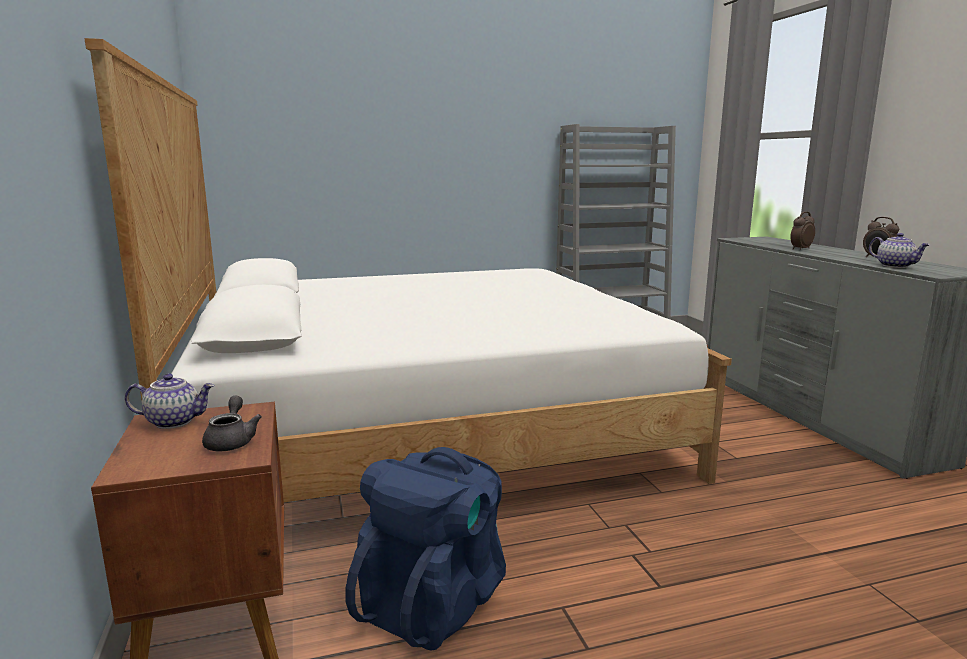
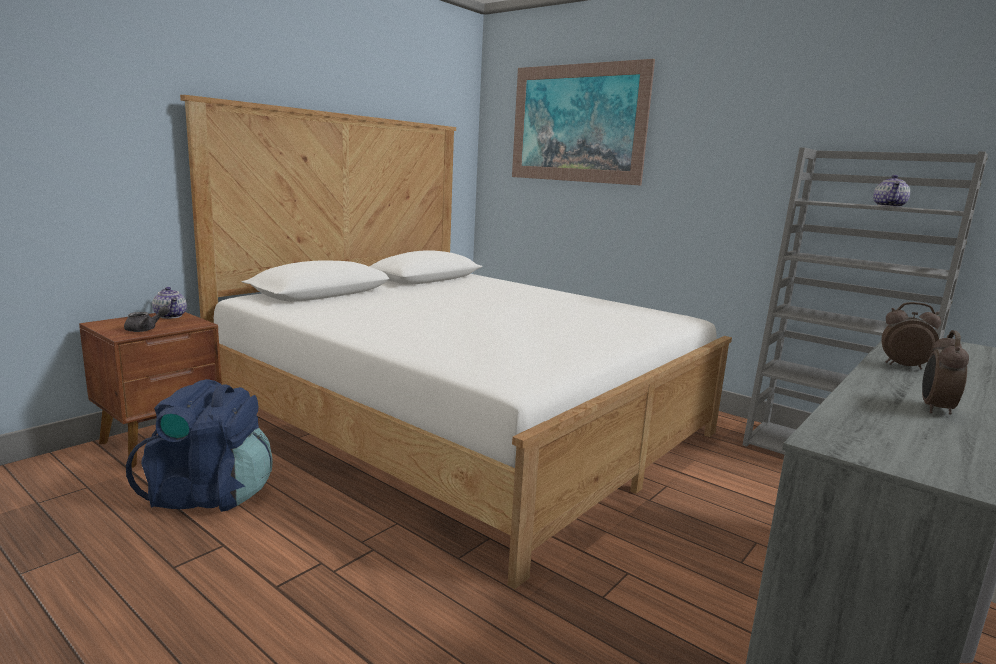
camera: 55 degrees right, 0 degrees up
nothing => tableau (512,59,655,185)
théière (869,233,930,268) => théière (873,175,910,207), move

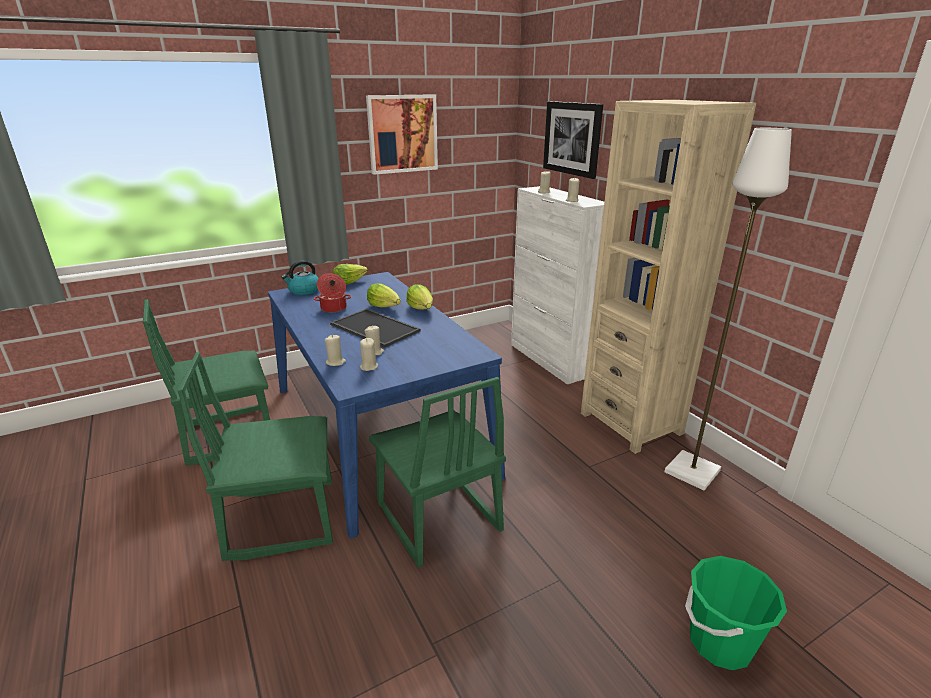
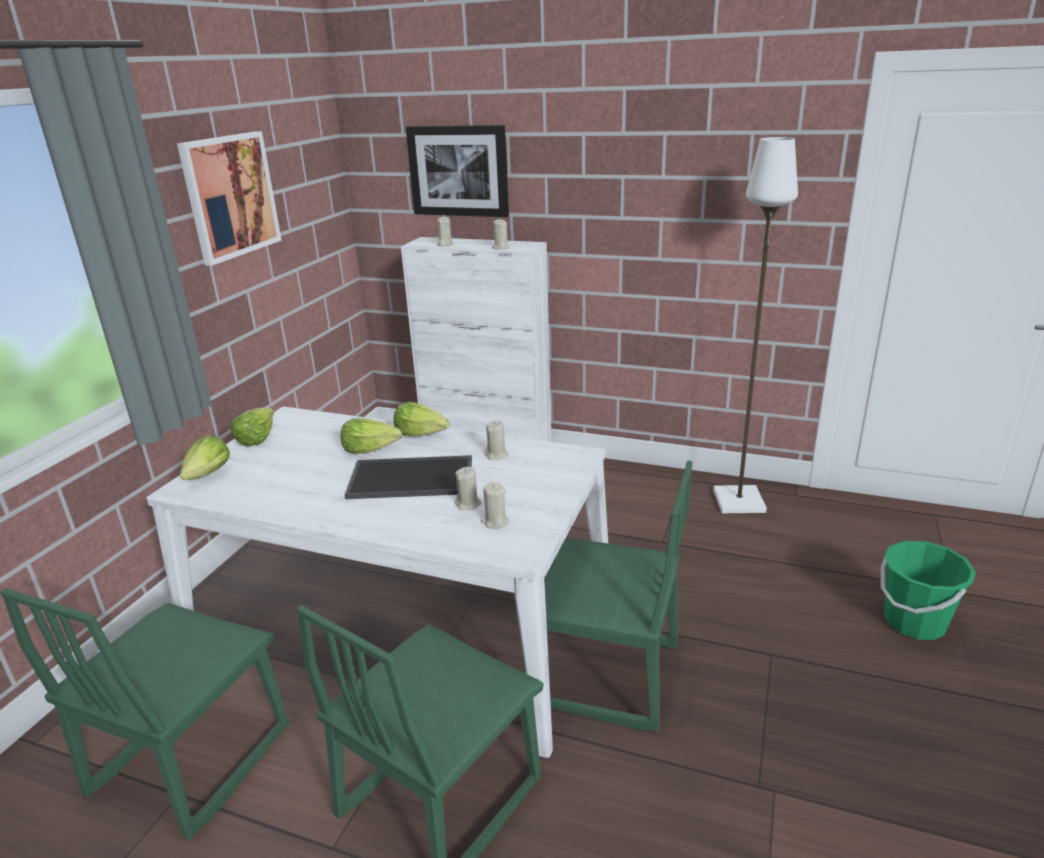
camera: 40 degrees left, 0 degrees up
table à manger/bleu (268,272,505,538) => table à manger/blanc (146,407,608,758)
bouilloire (282,261,318,295) => laitue (180,435,230,480)
bougie/beige (325,335,346,366) => bougie/beige (485,421,509,460), move
marmite (314,273,351,313) => nothing
bibliothèque/beige (581,100,756,454) => nothing

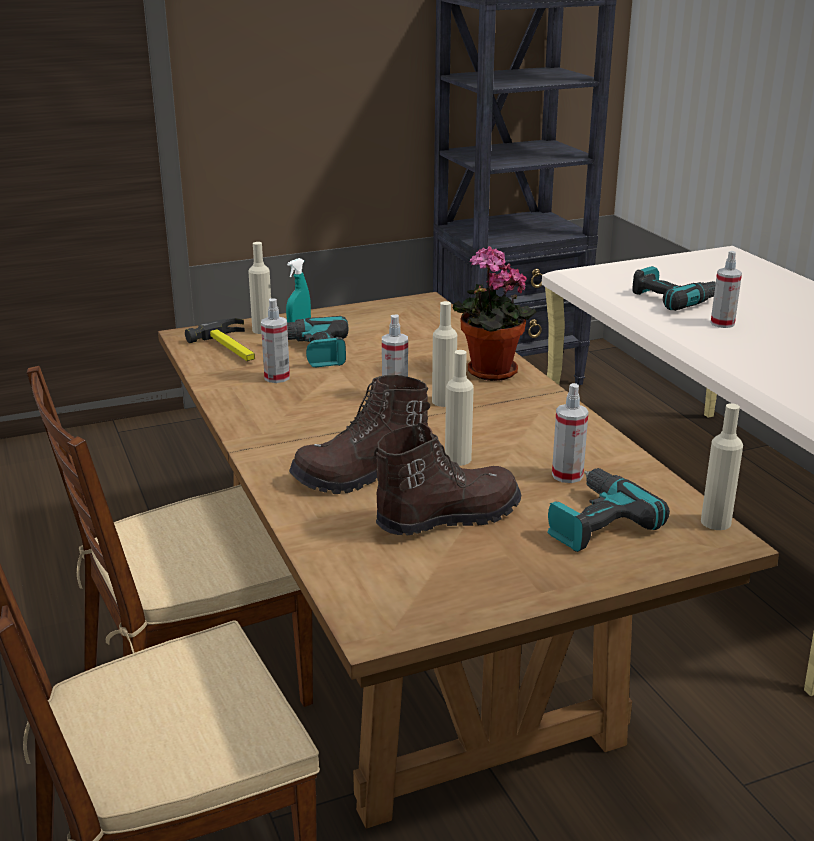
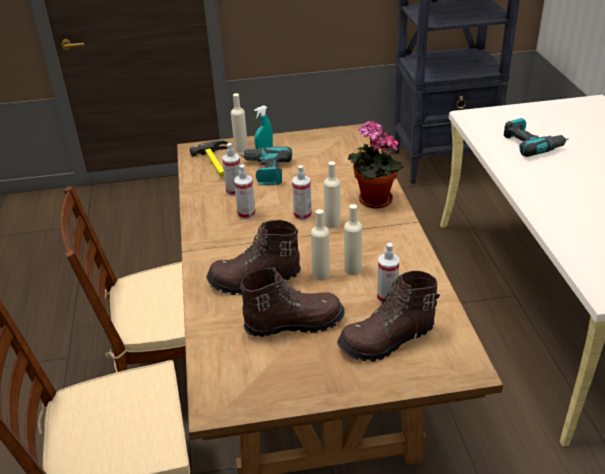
camera: 15 degrees right, 10 degrees up
vaporisateur (710,251,742,328) => vaporisateur (234,164,256,220), move
perceuse (547,468,670,552) => botte/marron (337,271,440,362)
bouteille/beige (701,403,743,530) => bouteille/beige (344,204,362,275), move

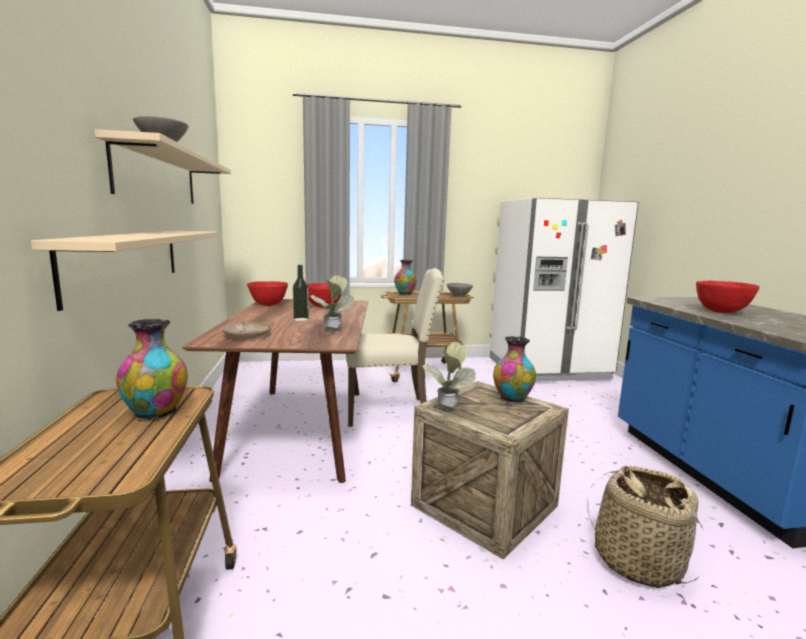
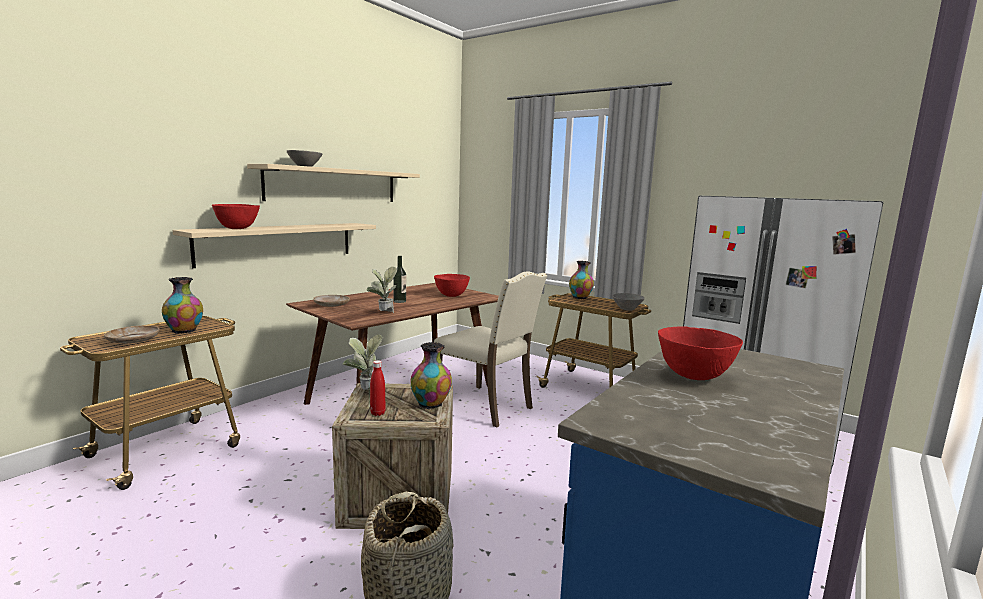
camera: 45 degrees right, 0 degrees up
nothing => assiette/beige (104,325,160,343)
bol/rouge (247,281,288,306) => bol/rouge (212,204,260,229), move
nothing => bouteille/rouge (370,360,386,416)

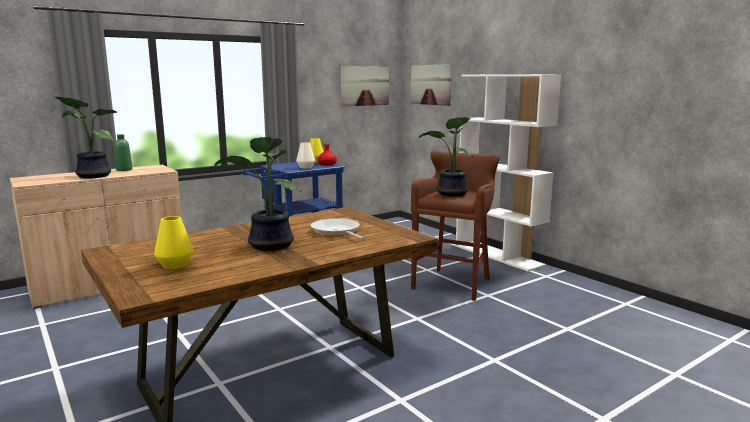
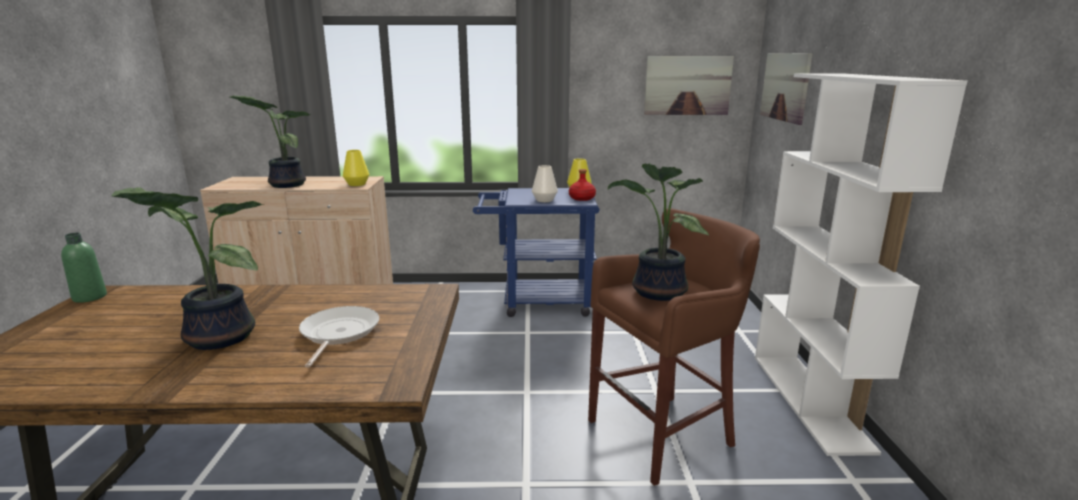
camera: 35 degrees right, 5 degrees up
bouteille/vert (114,134,132,171) => bouteille/vert (61,233,107,303), move
vase/jaune (154,216,193,269) => vase/jaune (343,150,369,186), move

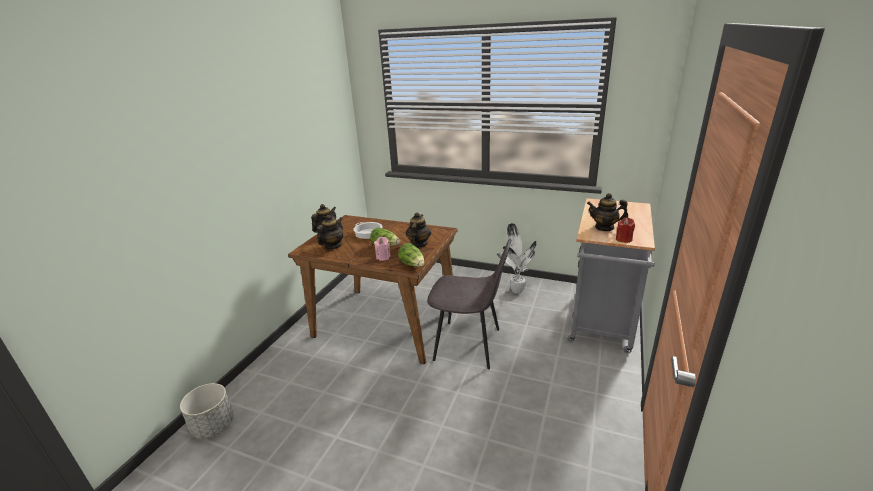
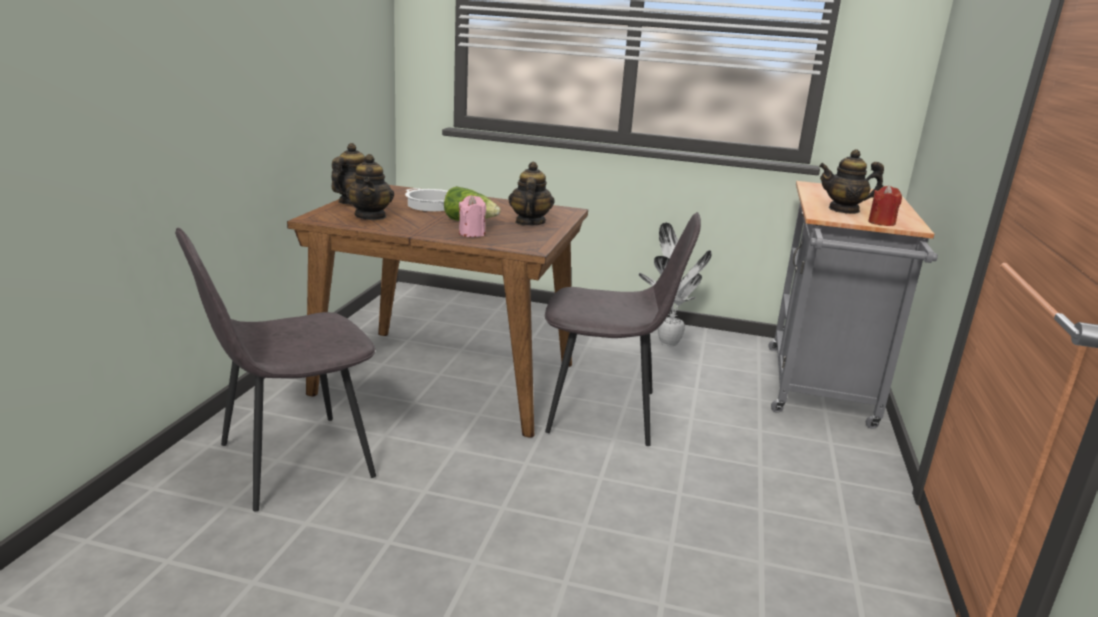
camera: 10 degrees left, 5 degrees down
nothing => chaise/gris (175,228,376,511)
théière (317,215,343,249) => théière (346,154,394,220), 150 degrees clockwise
cache-pot/gris (180,383,234,439) => nothing
laitue (398,243,424,267) => nothing

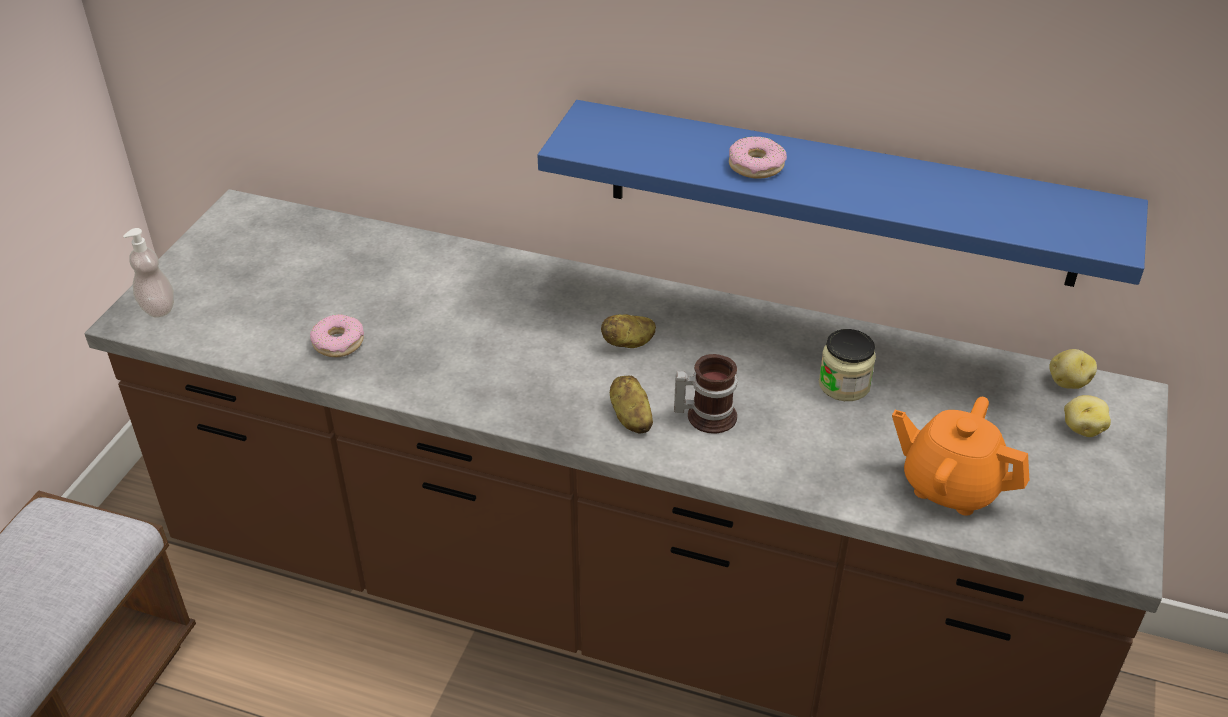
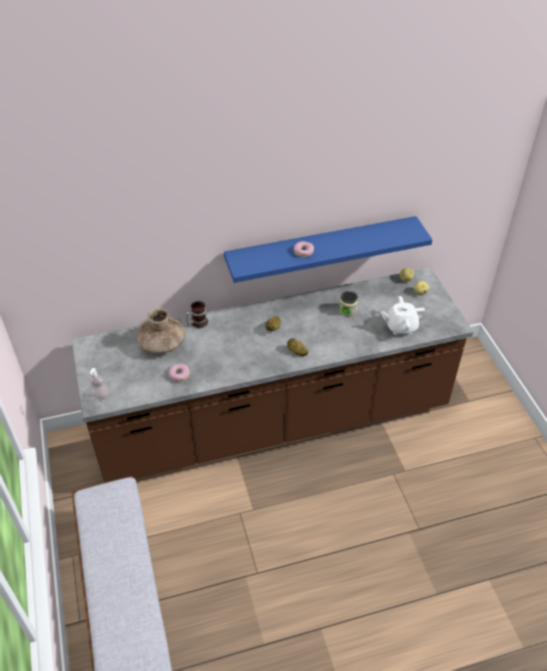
camera: 35 degrees left, 5 degrees up
nothing => vase/marron (137,308,185,354)
mug (674,354,738,434) => mug (186,301,208,328), move
théière/orange (892,397,1029,516) => théière/blanc (381,296,426,335)

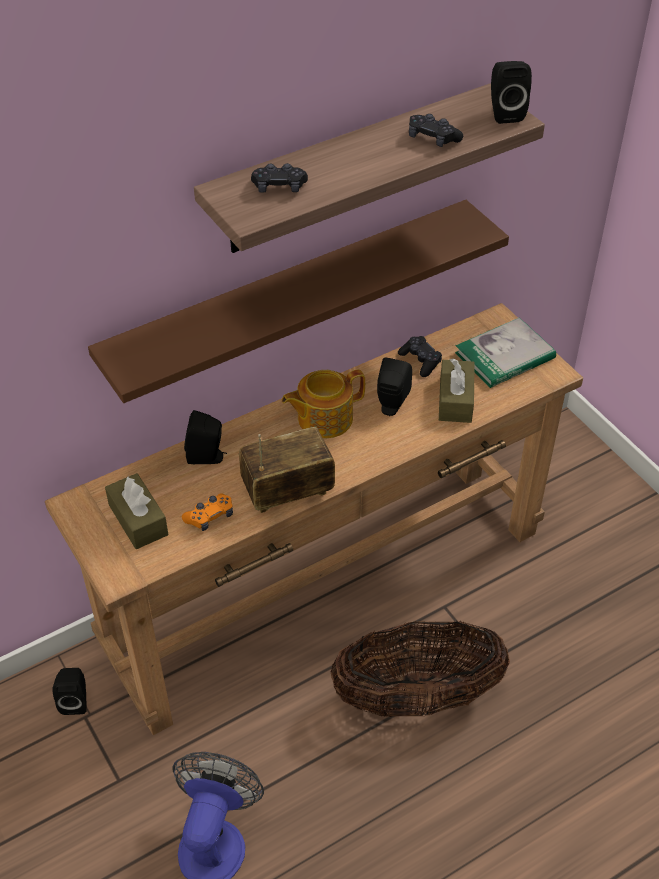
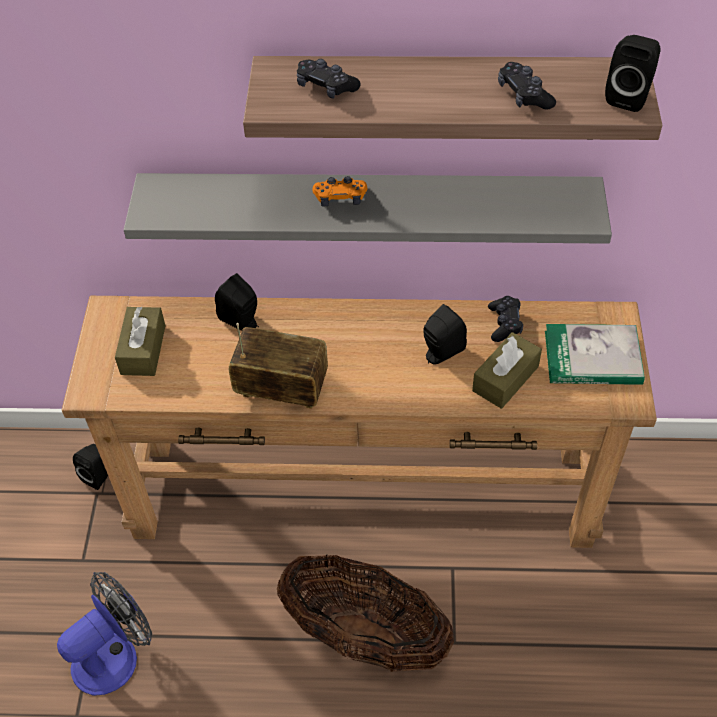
camera: 35 degrees right, 5 degrees up
étagère/marron (88,200,509,403) => étagère/gris (124,173,612,244)
manette/orange (182,493,233,531) => manette/orange (313,176,367,206), move
théière (282,369,365,438) => nothing

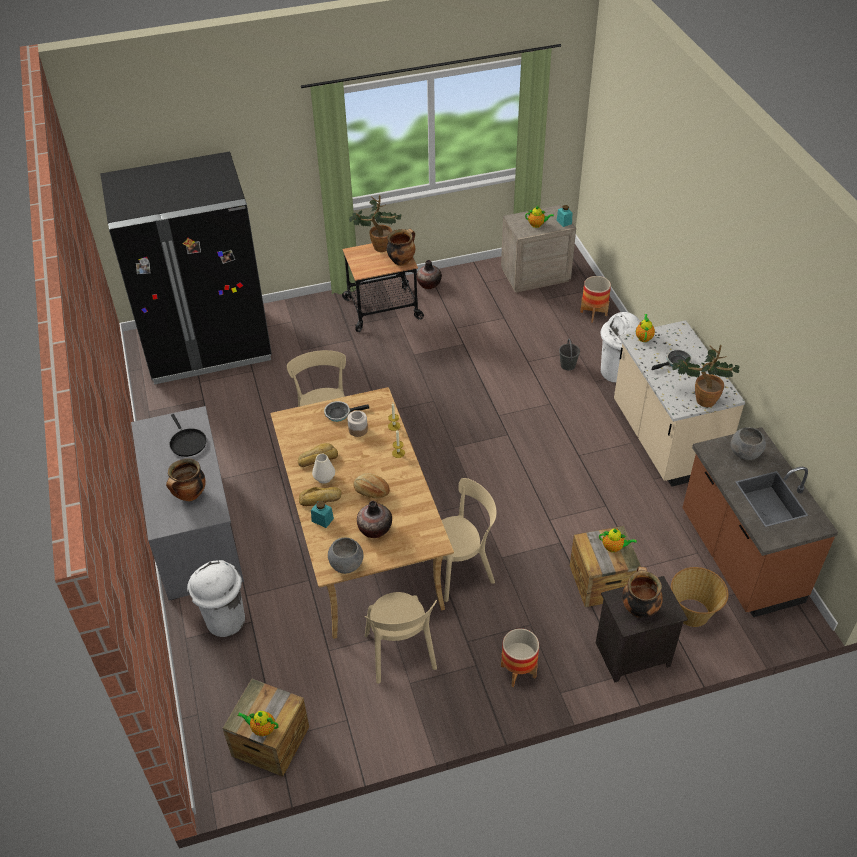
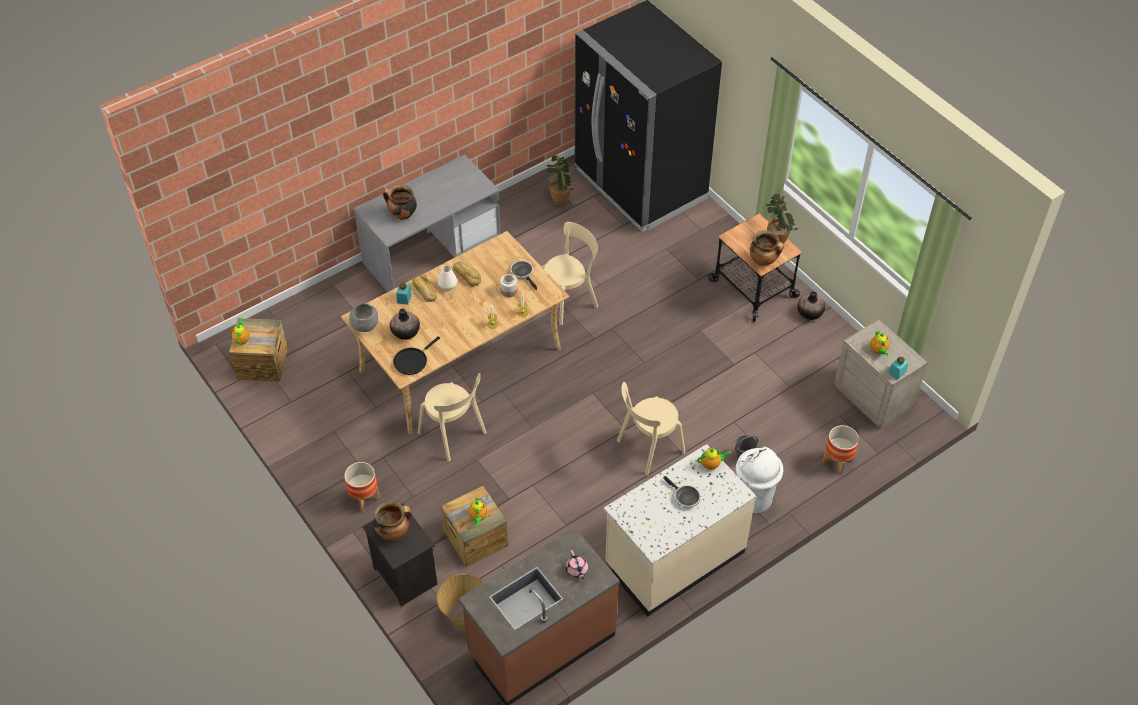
camera: 70 degrees right, 5 degrees up
poêle/noir (169,414,207,457) => poêle/noir (393,336,440,375), move
plante en pot (672,345,740,407) => plante en pot (547,153,573,205), move
bol/gris (731,427,766,460) => théière/rose (566,550,589,579)
chaise/beige (365,592,437,684) => chaise/beige (617,382,685,476), move
poubelle/blanc (187,560,245,637) => nothing
pain (353,473,390,499) => nothing

